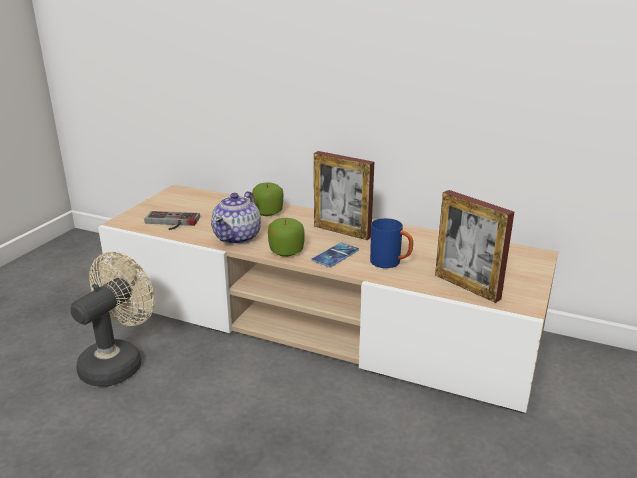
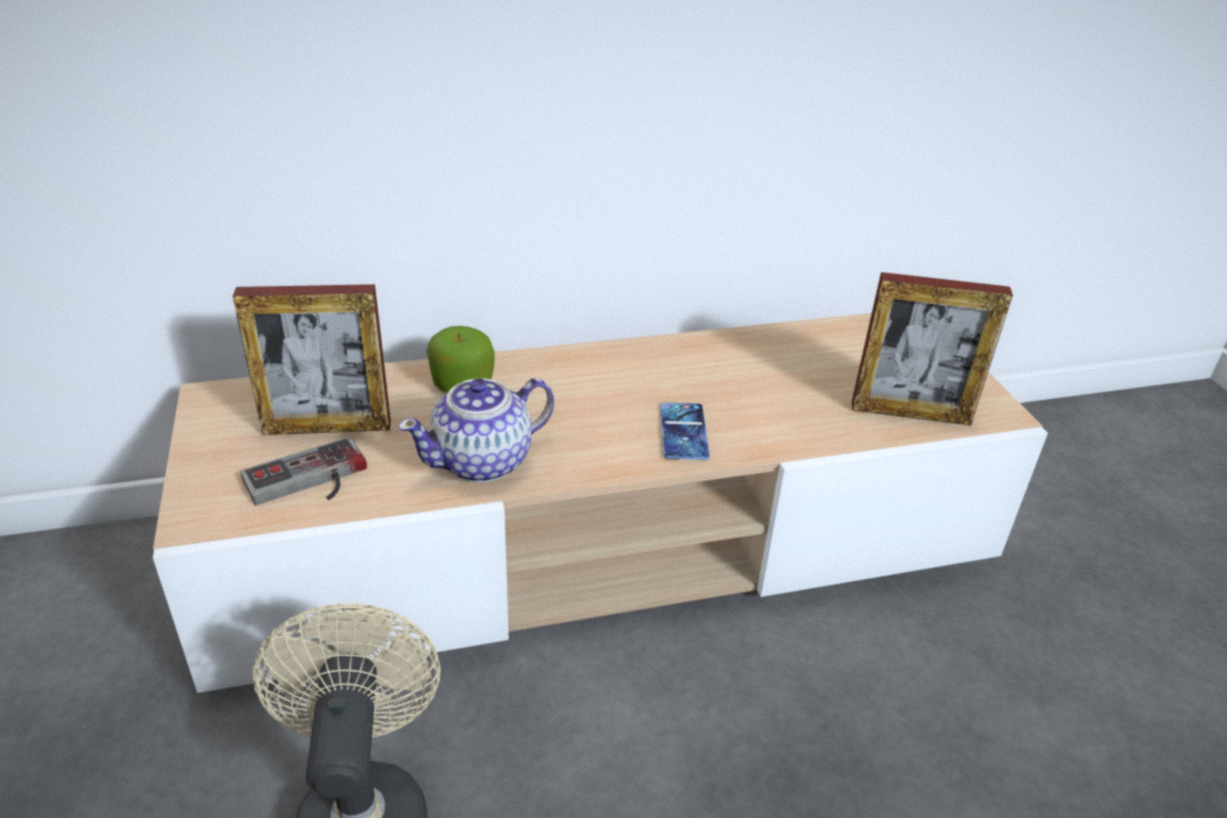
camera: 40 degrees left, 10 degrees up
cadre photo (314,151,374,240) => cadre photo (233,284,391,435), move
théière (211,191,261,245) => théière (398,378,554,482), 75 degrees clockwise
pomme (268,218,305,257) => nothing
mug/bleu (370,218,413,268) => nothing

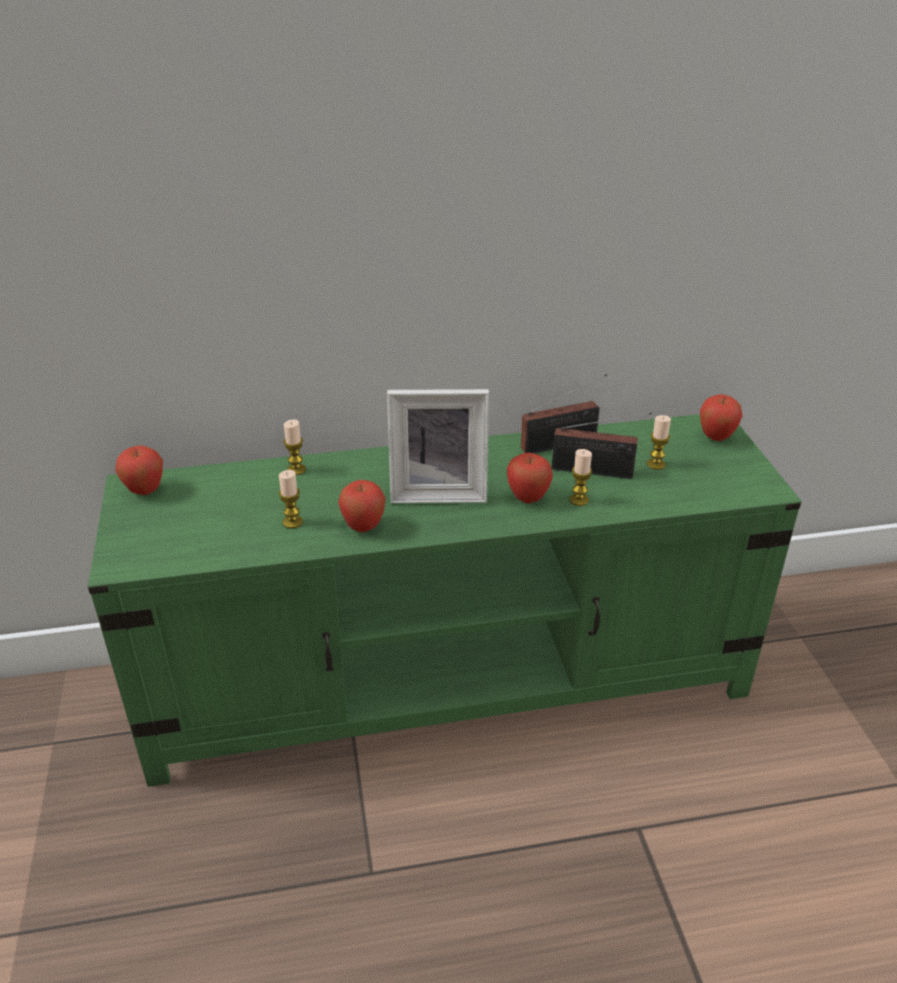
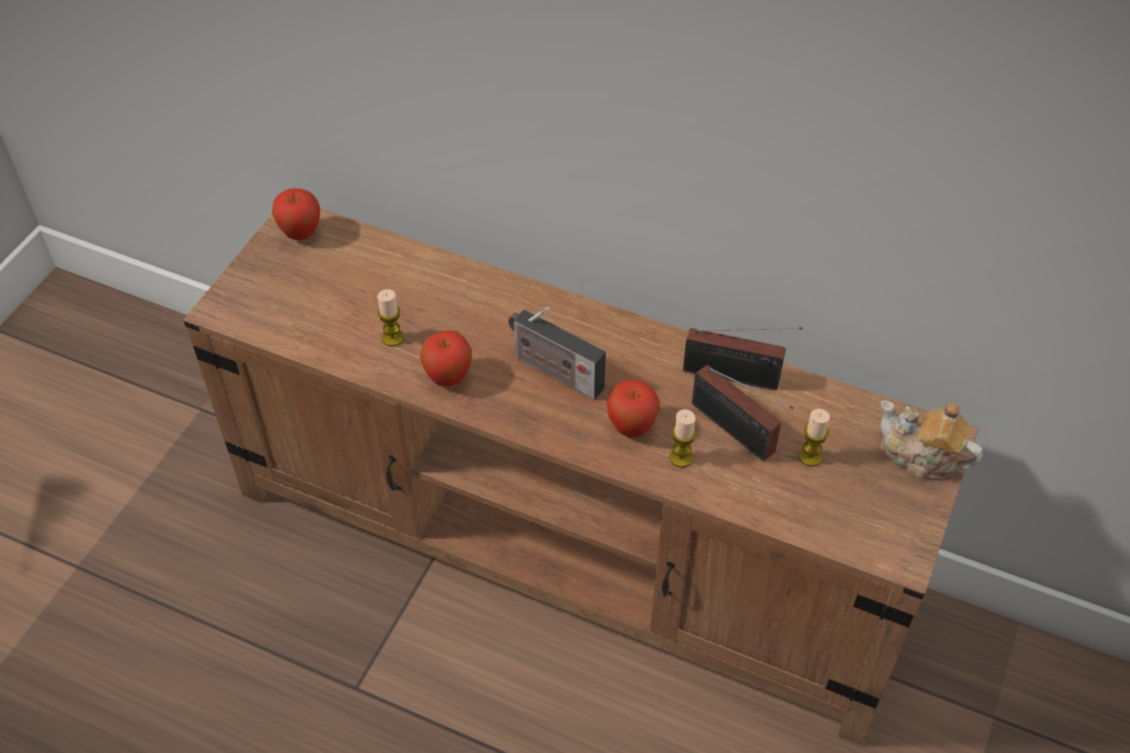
camera: 35 degrees right, 15 degrees up
meuble télé/vert (88,414,802,787) => meuble télé/marron (183,209,978,746)
cadre photo (387,389,489,503) => radio (508,307,606,399)
pomme (700,394,743,441) => théière (880,401,983,481)
bougie (284,419,306,475) => nothing

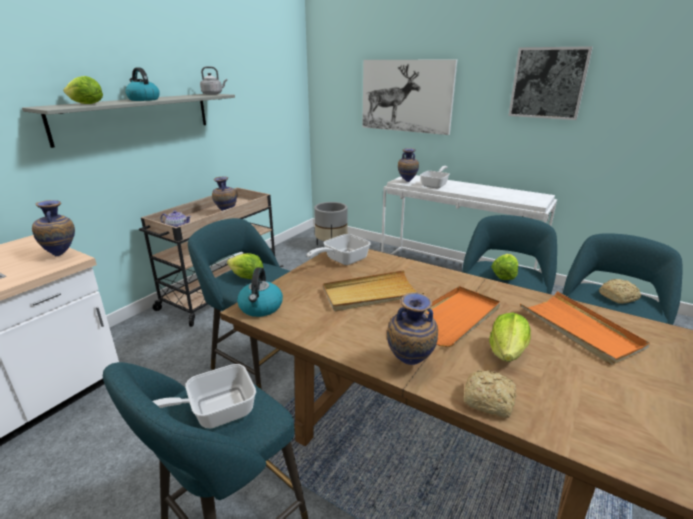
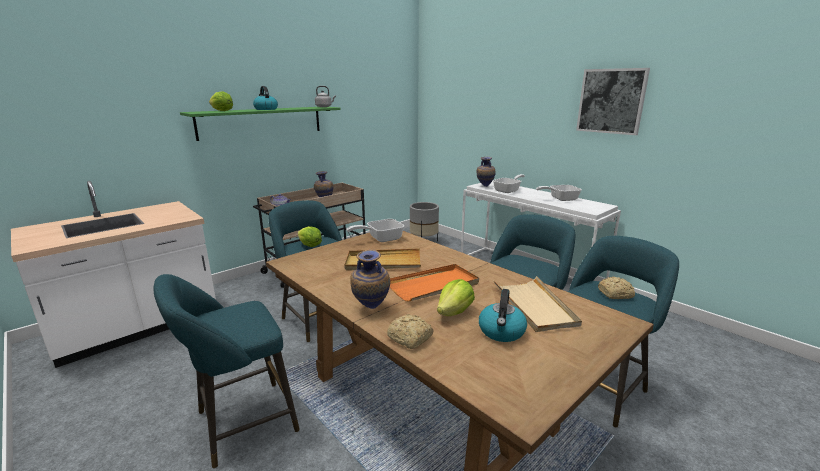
camera: 15 degrees right, 5 degrees down
étagère/gris (22,94,235,148) => étagère/vert (180,107,341,141)
bouilloire (237,268,283,317) => bouilloire (479,289,527,342), move
plateau/orange (520,291,650,365) => plateau/beige (494,276,582,332)
poêle (153,364,256,428) => poêle (536,185,582,201), move
vase (32,200,75,256) => nothing
tableau (362,60,457,135) => nothing
laitue (491,254,518,280) => nothing

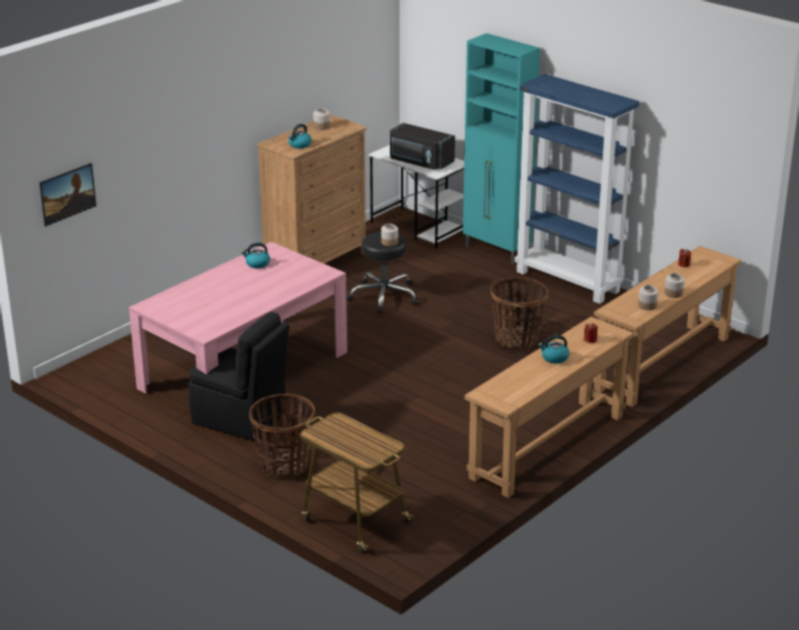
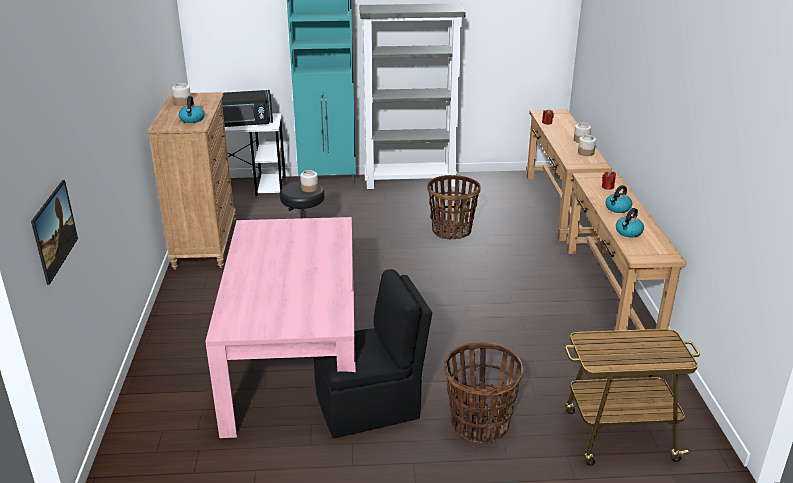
camera: 45 degrees left, 0 degrees up
bibliothèque/bleu (515,74,639,304) => bibliothèque/gris (359,4,466,189)
bouilloire (241,243,270,268) => bouilloire (616,208,644,237), move

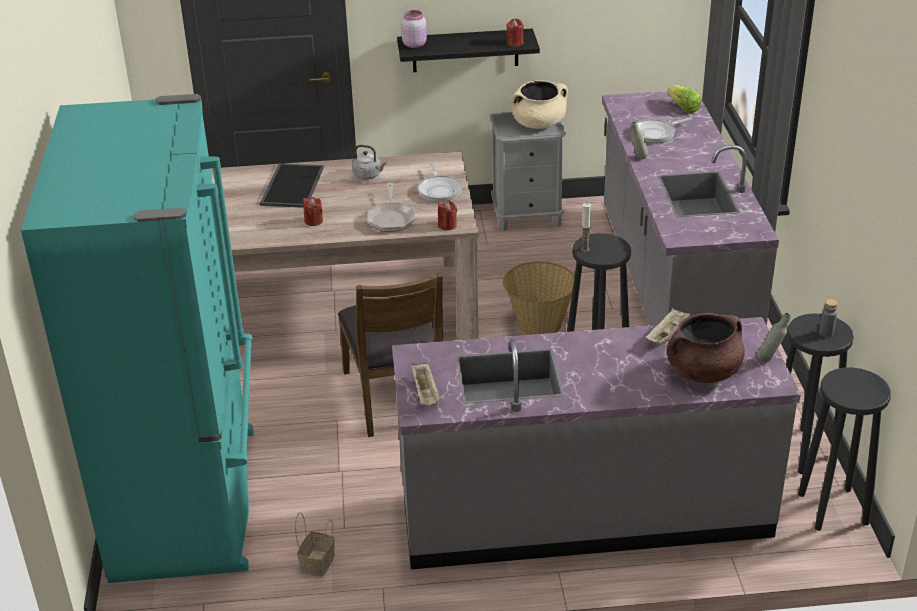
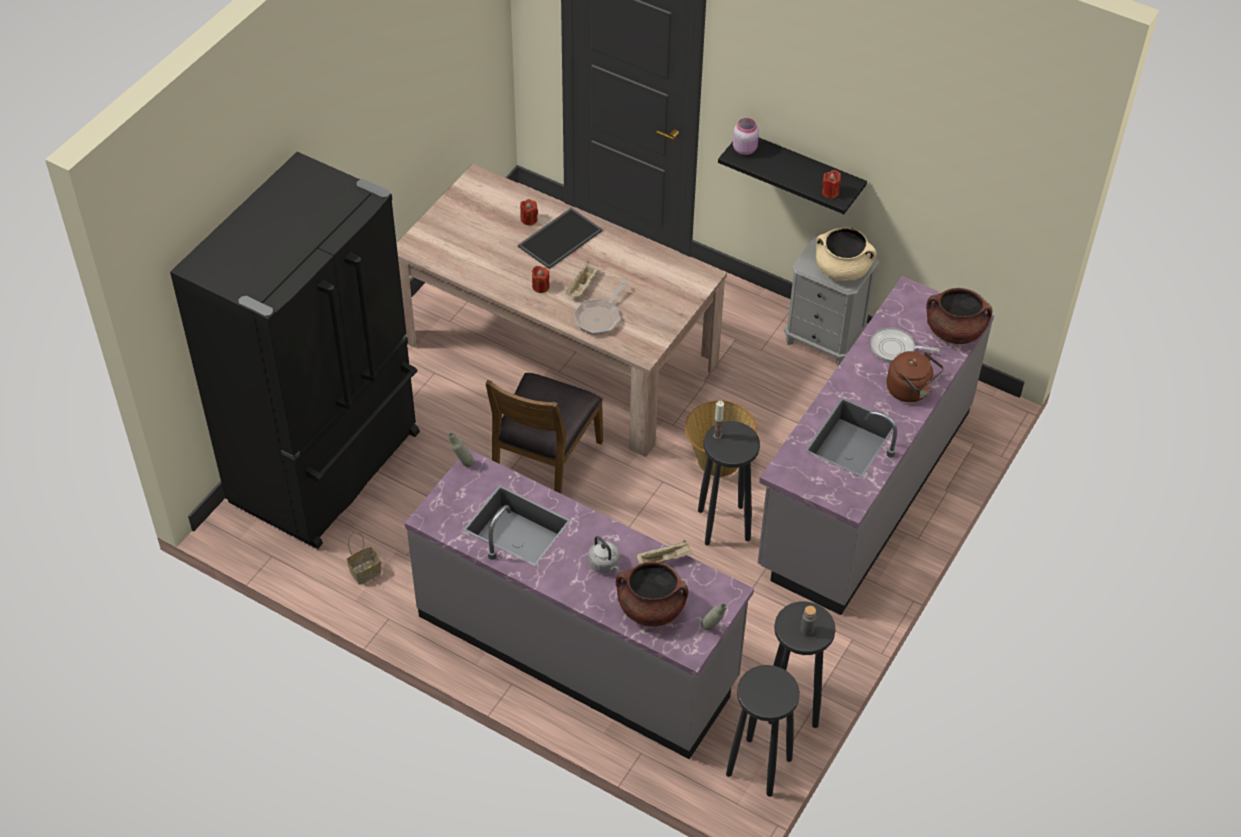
camera: 35 degrees right, 15 degrees up
réfrigérateur/turquoise (21,94,254,583) => réfrigérateur/noir (170,152,420,549)
bouteille/gris (631,122,648,159) => bouteille/gris (448,433,474,467), move
bougie/rouge (438,201,457,230) => bougie/rouge (520,199,538,225), move
plateau/beige (412,362,441,405) => plateau/beige (565,262,598,297), move
bouilloire/gris (352,145,387,180) => bouilloire/gris (588,536,620,573), move
nothing => bouilloire/marron (887,351,944,402)
laitue (668,85,701,114) => marmite/marron (926,288,992,344)
poêle (418,163,463,202) => nothing

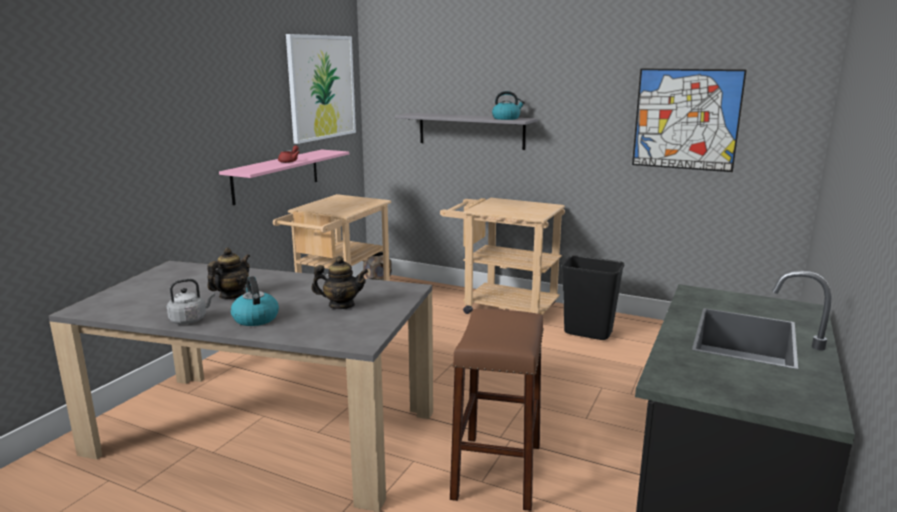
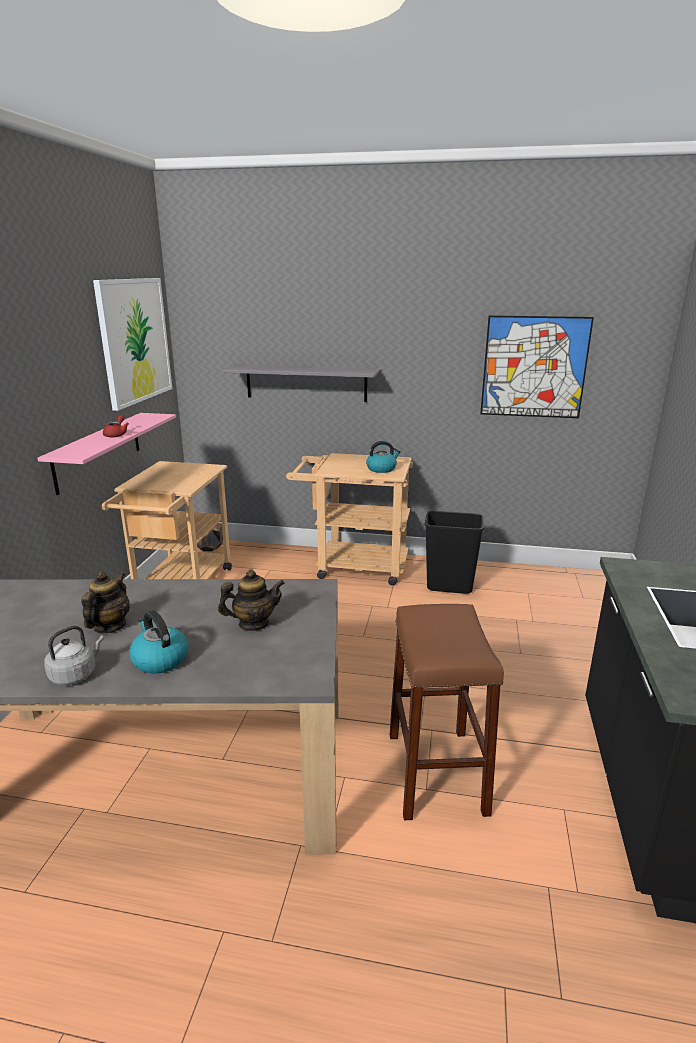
camera: 15 degrees left, 5 degrees up
bouilloire (492,91,525,120) => bouilloire (366,441,401,473), move

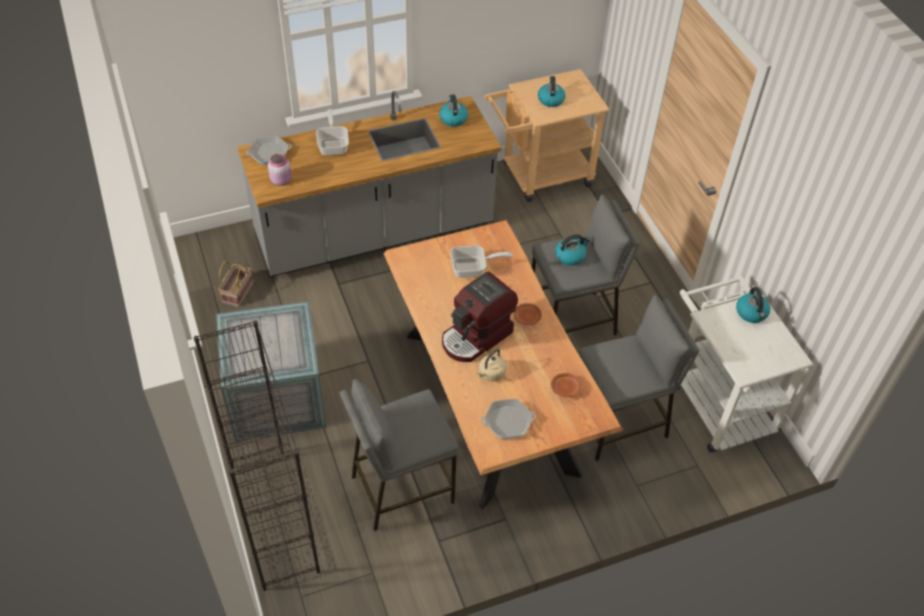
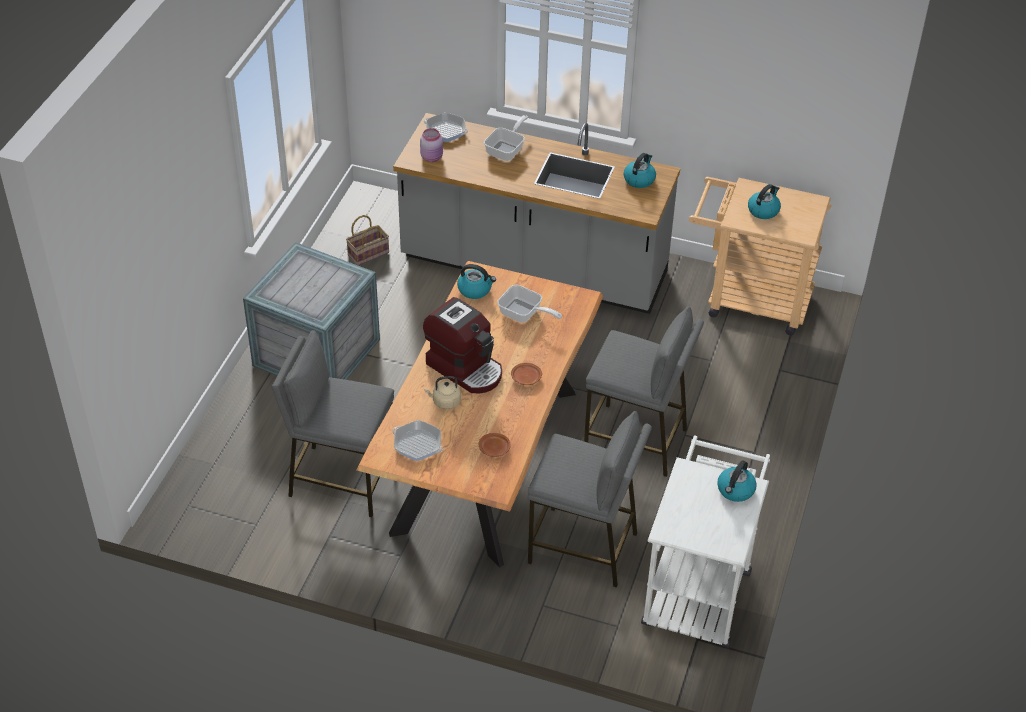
camera: 40 degrees right, 5 degrees down
machine à café (442,272,518,362) => machine à café (423,297,502,393), 135 degrees counterclockwise
bouilloire (555,234,590,266) => bouilloire (457,264,496,299), move
bibliothèque/noir (194,320,320,591) => nothing

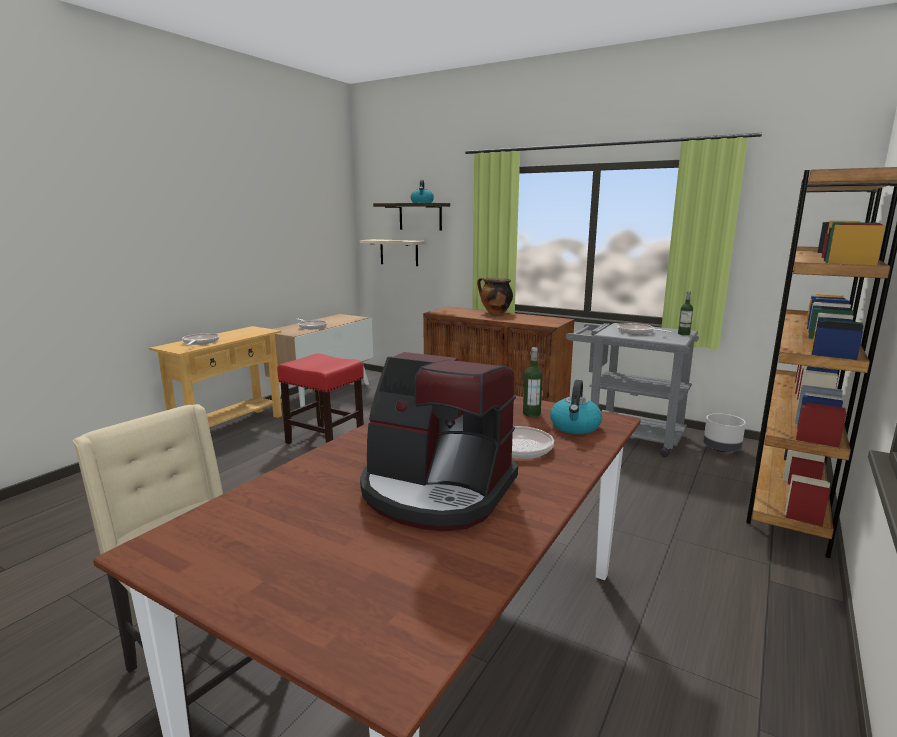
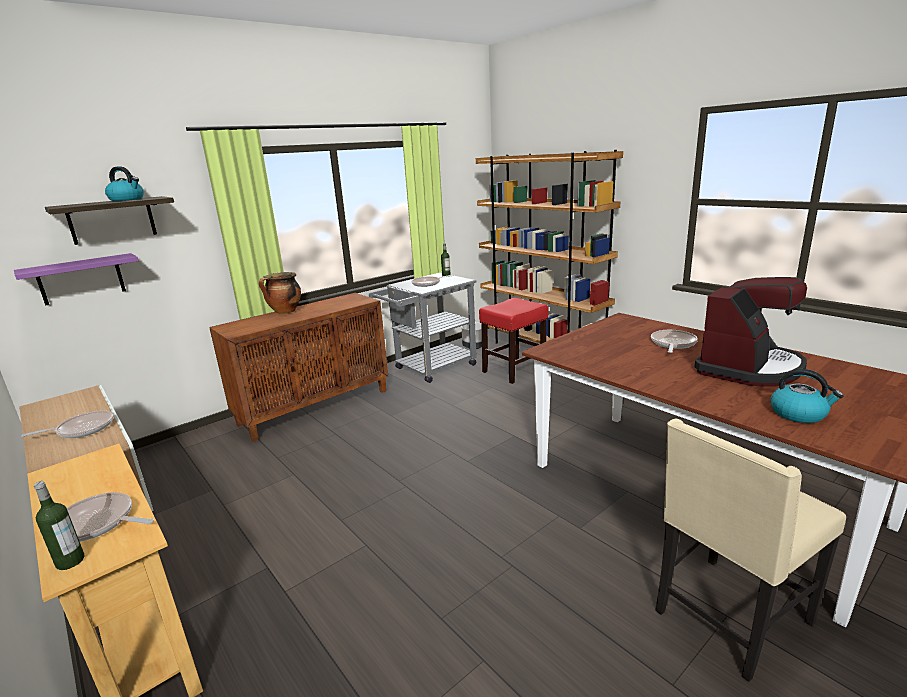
camera: 70 degrees left, 5 degrees up
étagère/beige (360,239,426,266) => étagère/violet (14,253,139,305)
bouteille (523,347,543,417) => bouteille (34,481,85,570), move
tabouret/rouge (277,353,364,444) => tabouret/rouge (479,298,549,384), move
bouilloire (550,380,602,434) => bouilloire (771,369,843,423), move

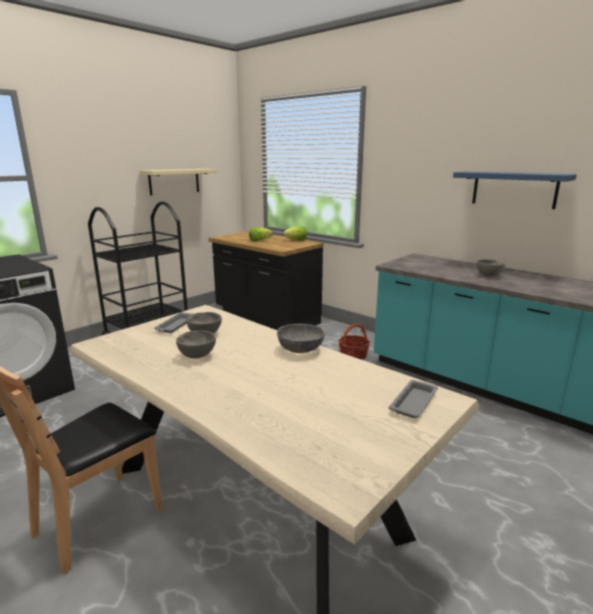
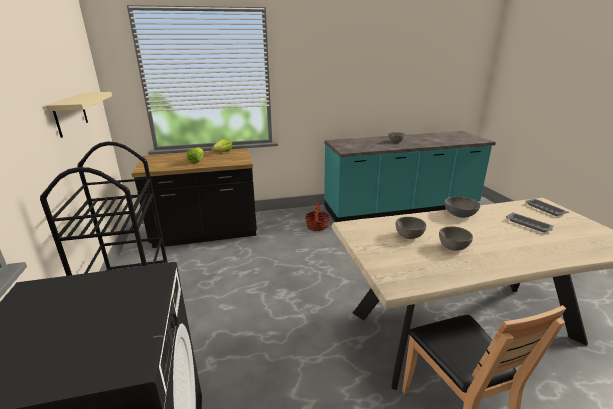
camera: 55 degrees left, 5 degrees up
plateau/gris (154,312,193,333) => plateau/gris (506,212,554,232), move
étagère/bleu (453,172,577,209) => nothing

